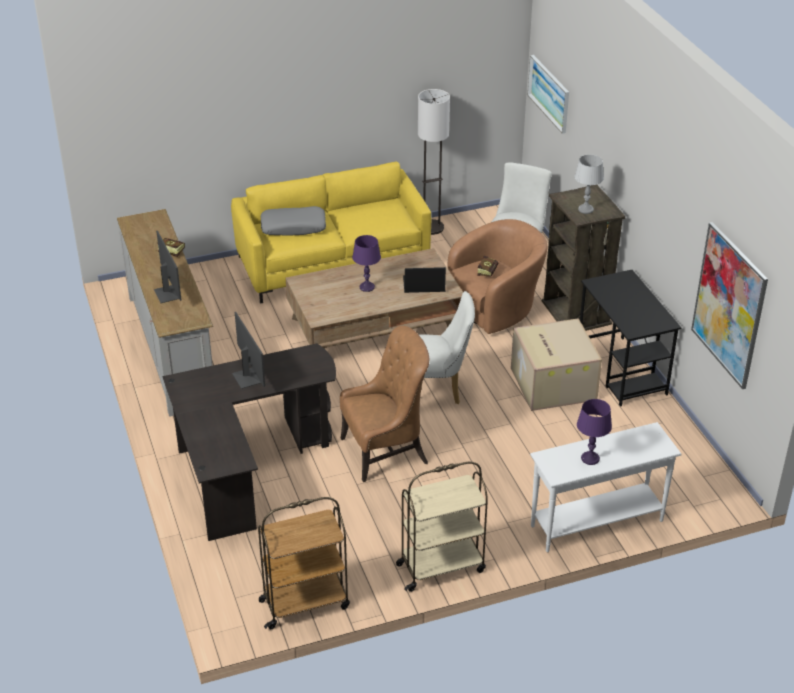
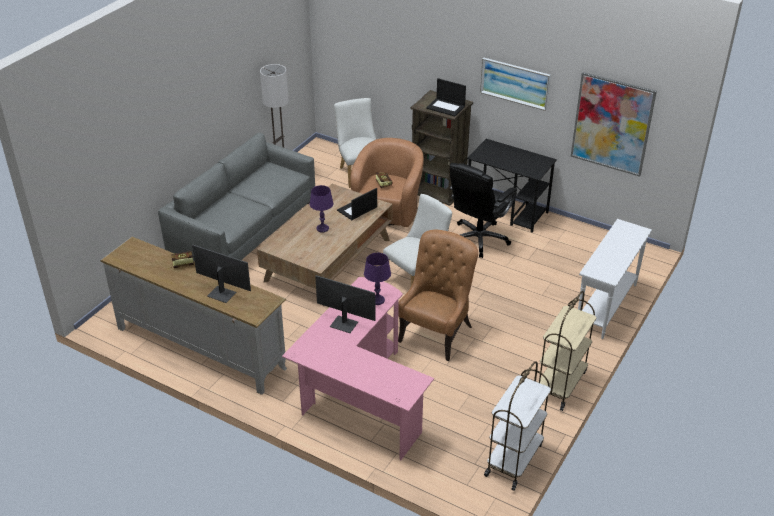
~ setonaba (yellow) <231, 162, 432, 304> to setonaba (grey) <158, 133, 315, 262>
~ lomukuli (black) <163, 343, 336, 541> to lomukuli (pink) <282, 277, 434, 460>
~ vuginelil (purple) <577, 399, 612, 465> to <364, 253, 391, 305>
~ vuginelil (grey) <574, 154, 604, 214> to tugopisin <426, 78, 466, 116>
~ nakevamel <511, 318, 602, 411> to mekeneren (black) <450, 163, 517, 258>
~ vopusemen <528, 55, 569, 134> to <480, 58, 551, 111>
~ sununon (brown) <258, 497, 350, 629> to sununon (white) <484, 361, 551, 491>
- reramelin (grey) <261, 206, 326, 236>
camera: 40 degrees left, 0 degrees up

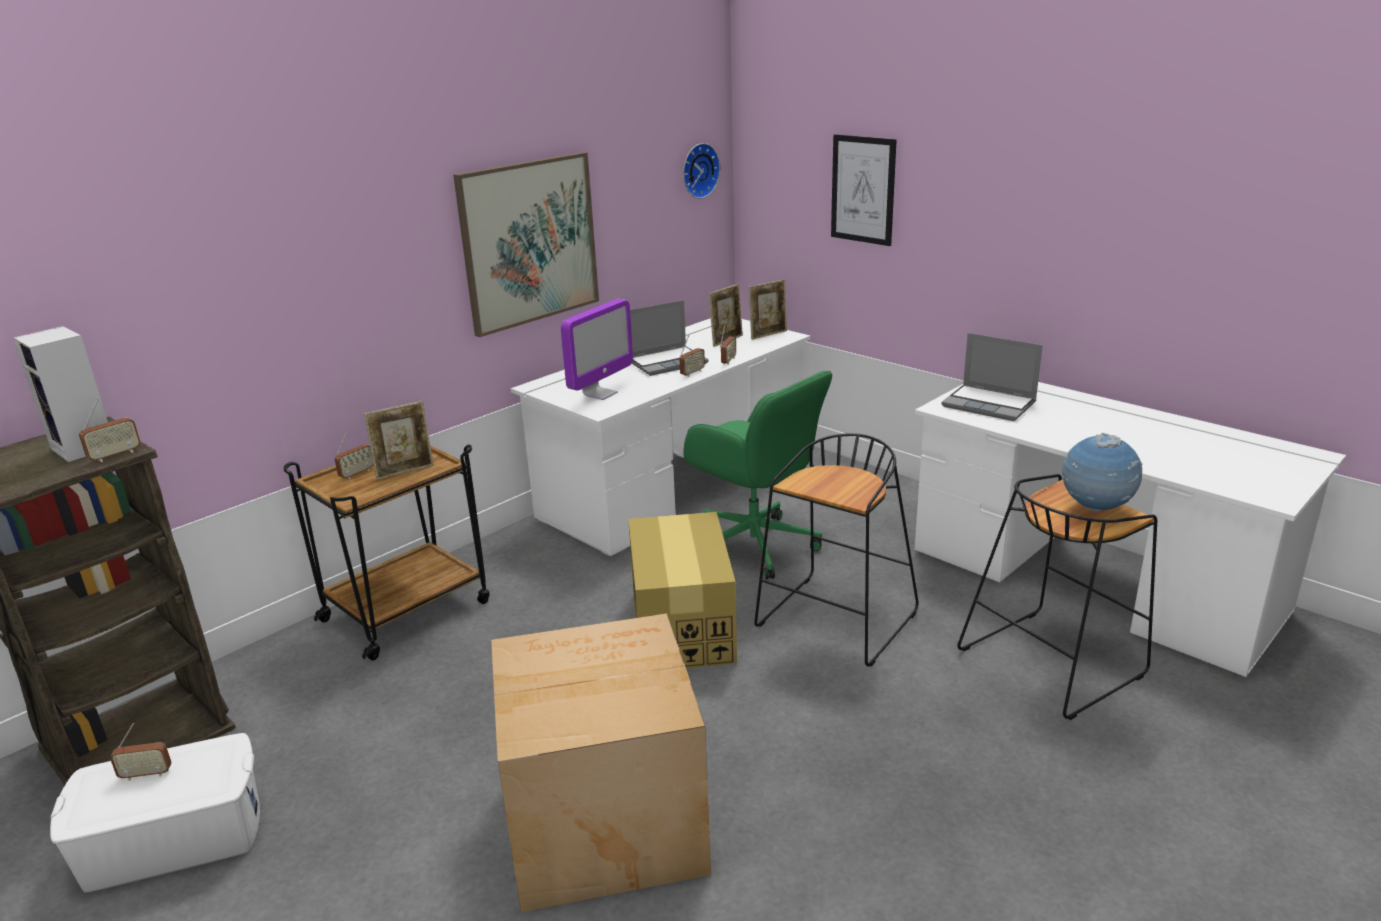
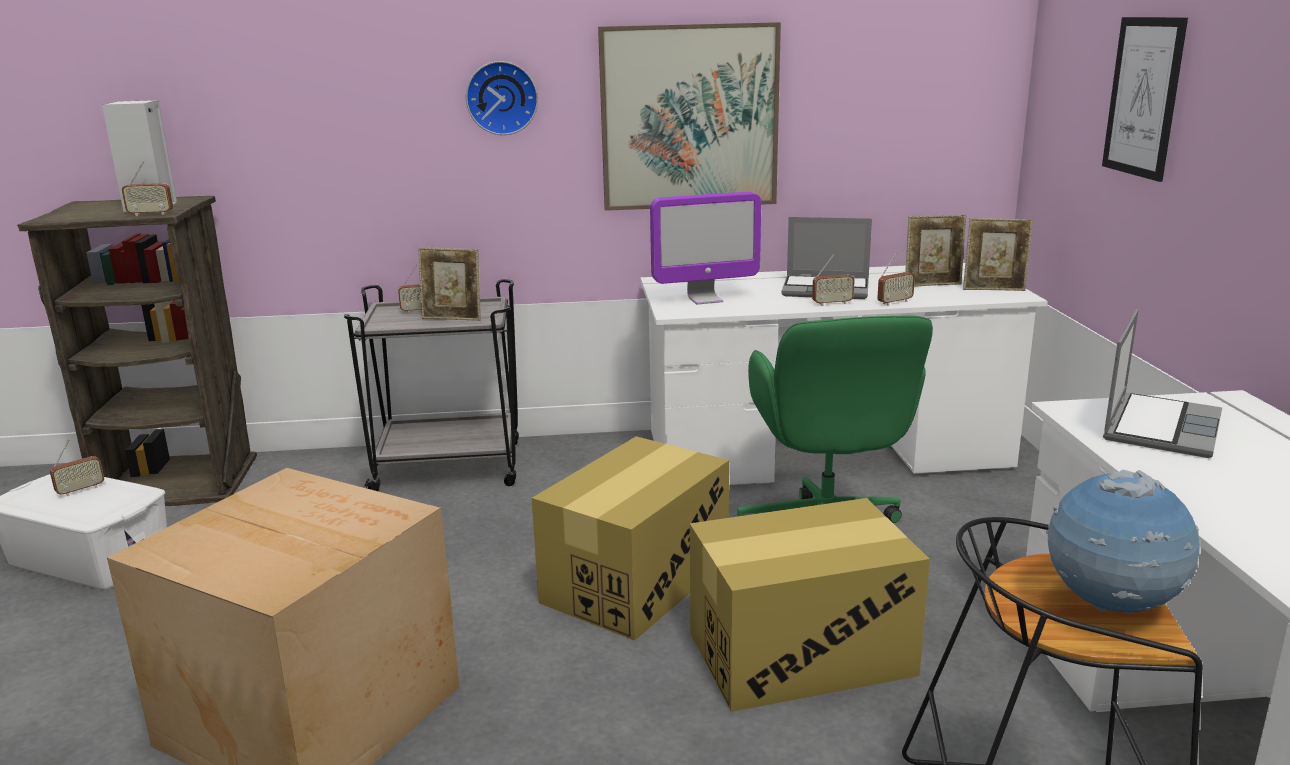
~ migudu <110, 723, 172, 781> = <50, 440, 104, 496> 75 degrees counterclockwise
~ sununon (brown) <283, 444, 490, 660> to sununon (grey) <344, 279, 519, 491>
~ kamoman <683, 143, 720, 199> to <466, 61, 538, 135>
~ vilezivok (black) <754, 433, 919, 667> to nakevamel <690, 498, 930, 712>
~ tugopisin <942, 333, 1043, 421> = <1103, 309, 1222, 458> 135 degrees counterclockwise
camera: 40 degrees right, 5 degrees down

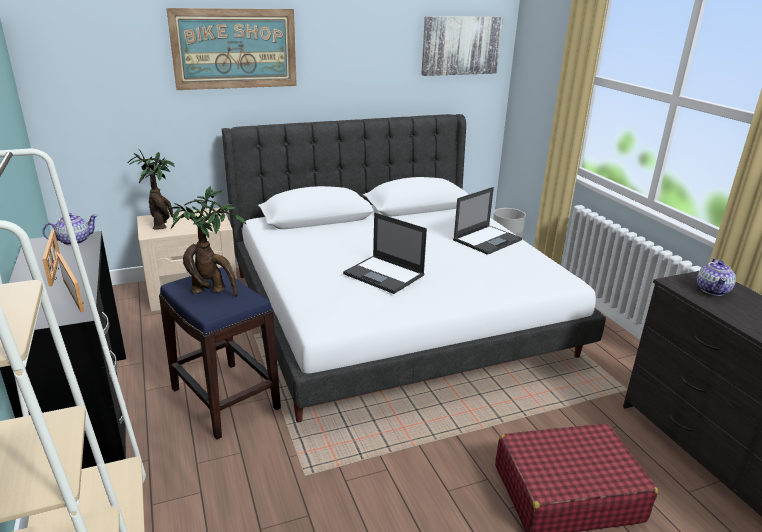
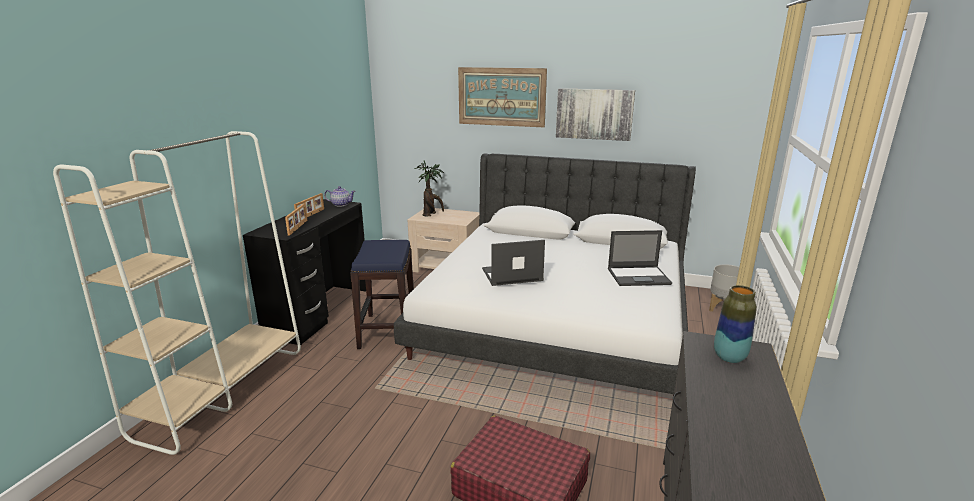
~ tugopisin <343, 212, 427, 294> = <482, 240, 545, 286> 90 degrees clockwise
~ vopusemen <421, 16, 503, 76> to <556, 88, 635, 141>
~ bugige <697, 258, 736, 296> to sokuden <714, 285, 757, 363>
- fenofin <167, 186, 246, 297>
camera: 40 degrees right, 5 degrees down

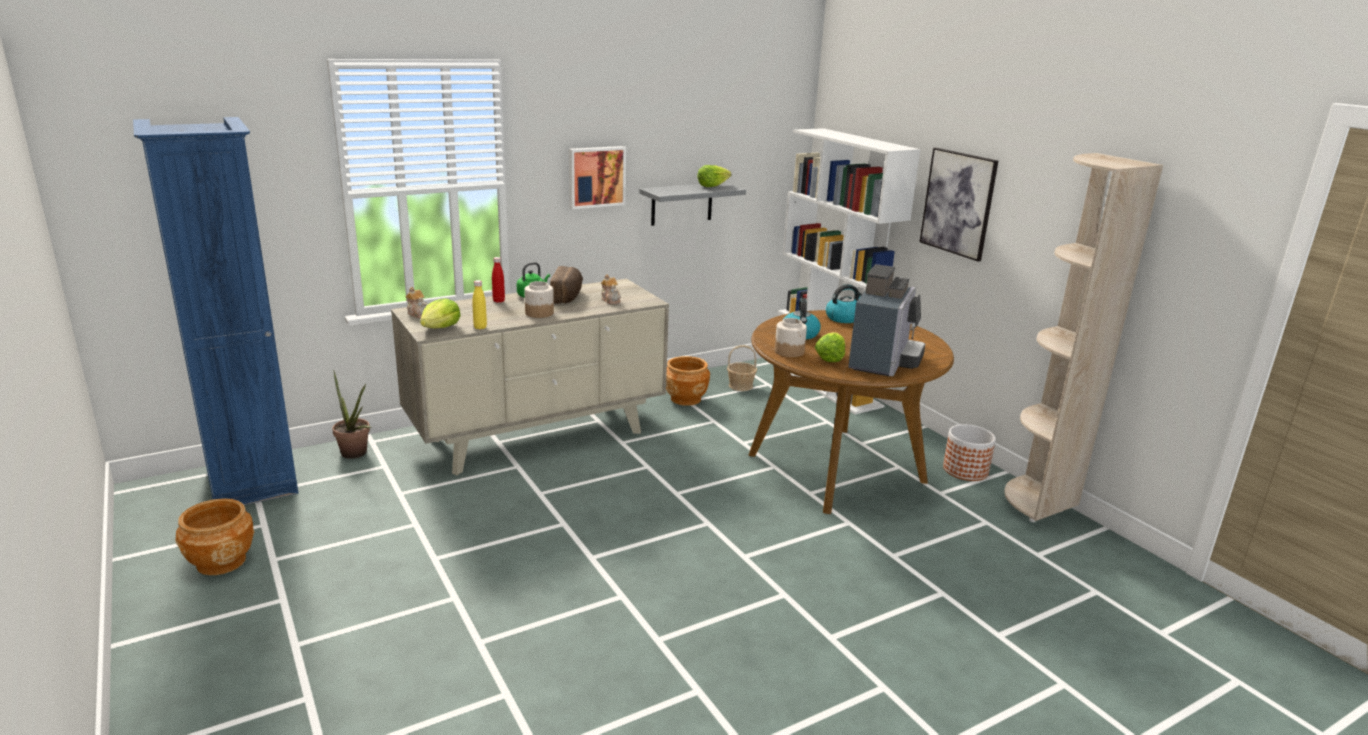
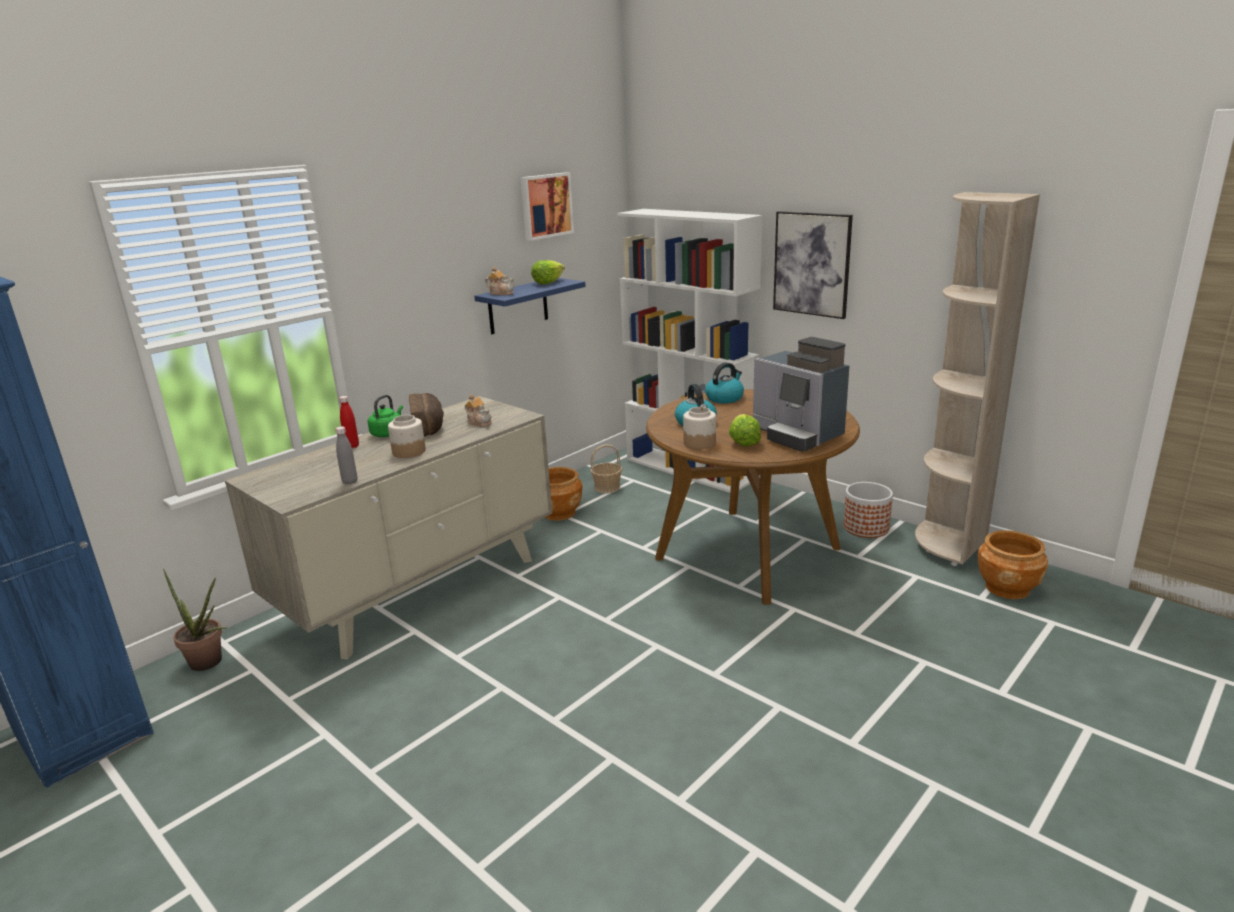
~ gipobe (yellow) <472, 280, 487, 330> to gipobe (grey) <335, 426, 357, 484>
~ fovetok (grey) <639, 182, 746, 226> to fovetok (blue) <474, 278, 586, 334>
~ bugige <406, 287, 428, 319> to <485, 267, 514, 295>
~ vopusemen <569, 146, 626, 209> to <521, 172, 574, 241>
~ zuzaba <848, 264, 925, 377> = <753, 337, 849, 452> 135 degrees clockwise
~ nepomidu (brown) <175, 498, 255, 575> to <978, 530, 1048, 599>
- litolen <420, 298, 461, 328>
camera: 15 degrees left, 0 degrees up

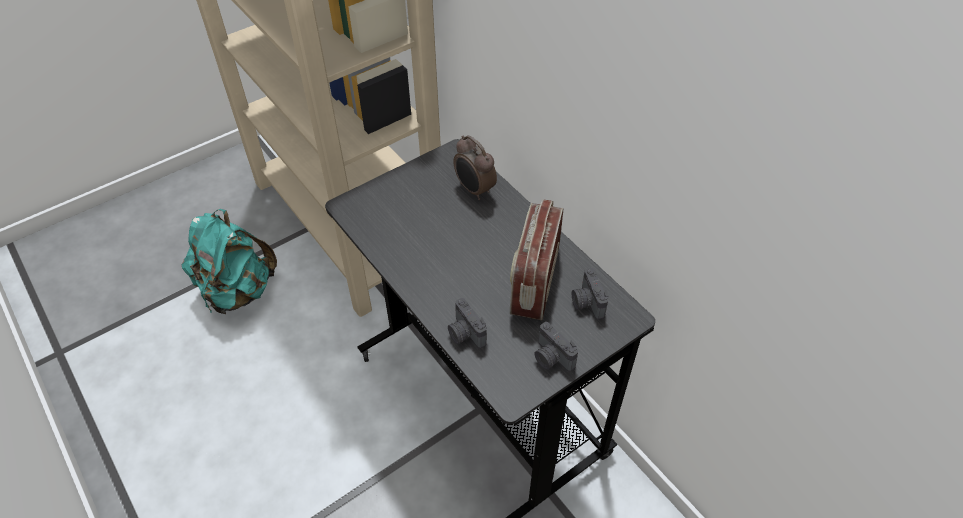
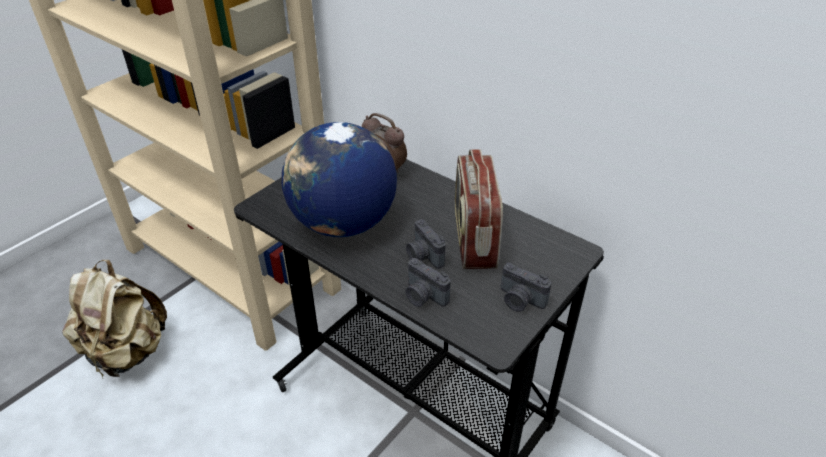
~ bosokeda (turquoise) <182, 209, 277, 314> to bosokeda (beige) <62, 260, 167, 378>
+ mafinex <282, 122, 397, 237>
~ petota <572, 268, 608, 320> to <406, 219, 446, 269>
camera: 15 degrees left, 10 degrees down

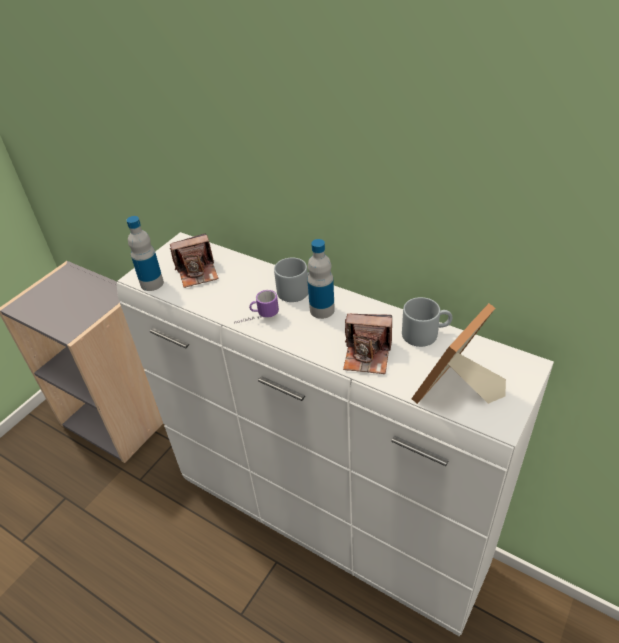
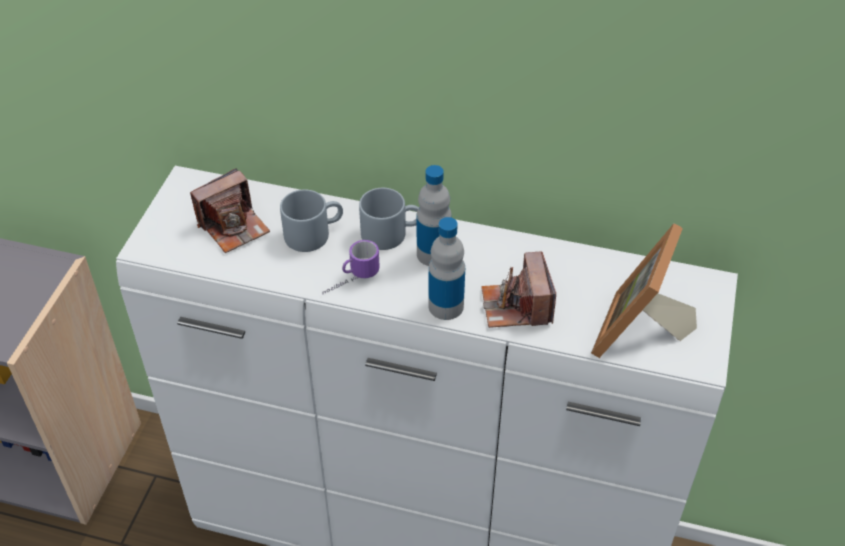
~ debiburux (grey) <402, 297, 452, 347> to <280, 189, 343, 252>
~ gipobe <126, 216, 164, 291> to <428, 217, 465, 320>
~ petota <343, 314, 392, 374> = <481, 252, 556, 328> 90 degrees clockwise
camera: 20 degrees left, 5 degrees up

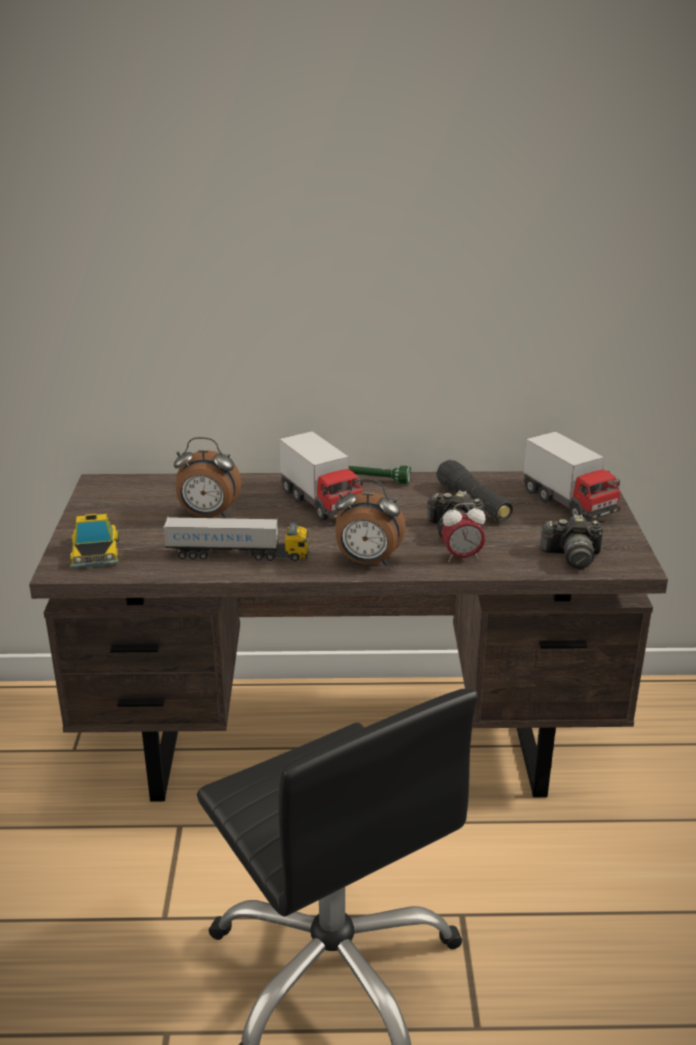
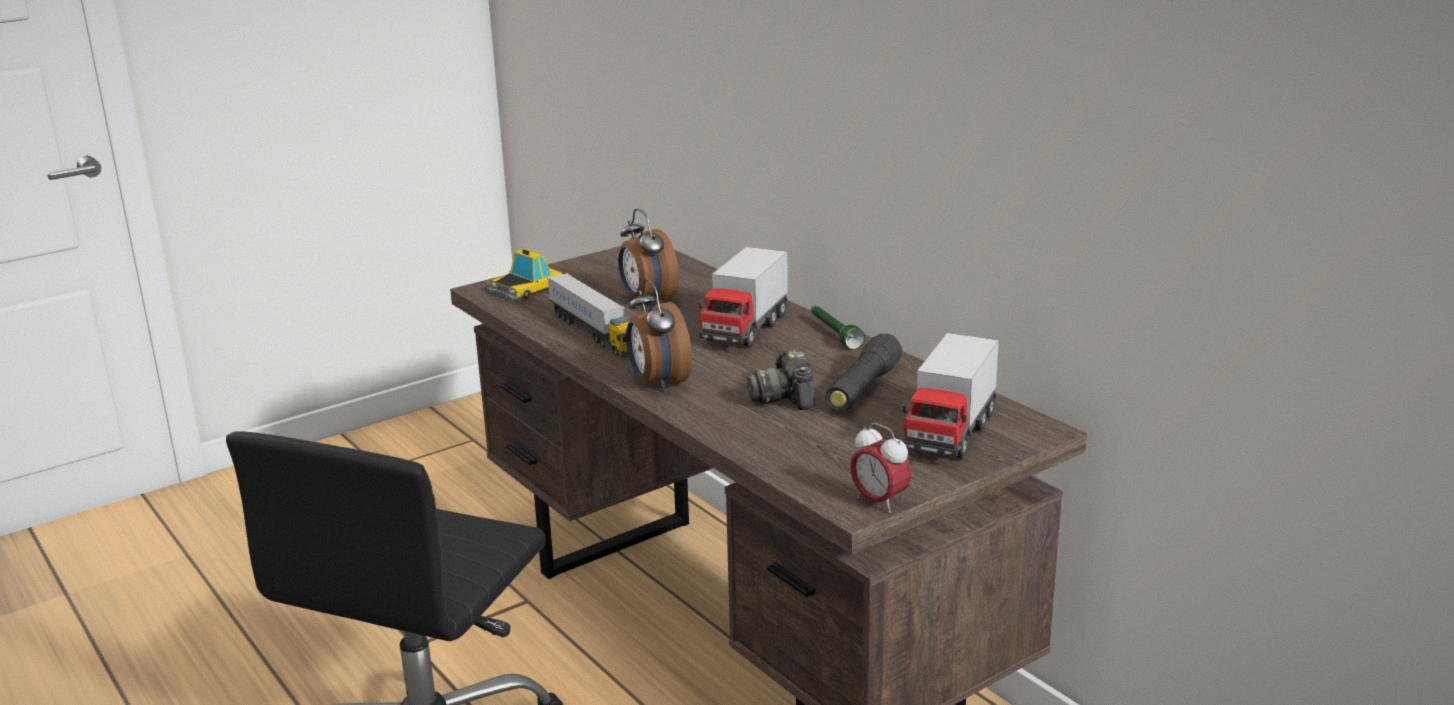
~ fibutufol <441, 503, 486, 562> to <850, 423, 911, 513>
- petota <540, 514, 603, 569>
camera: 55 degrees right, 5 degrees down

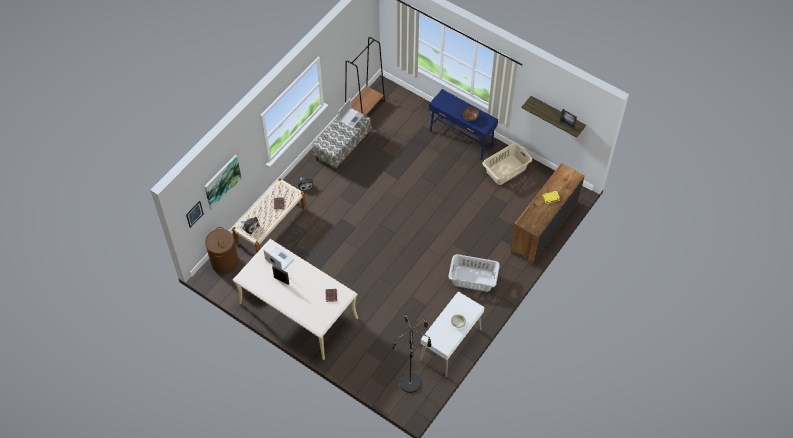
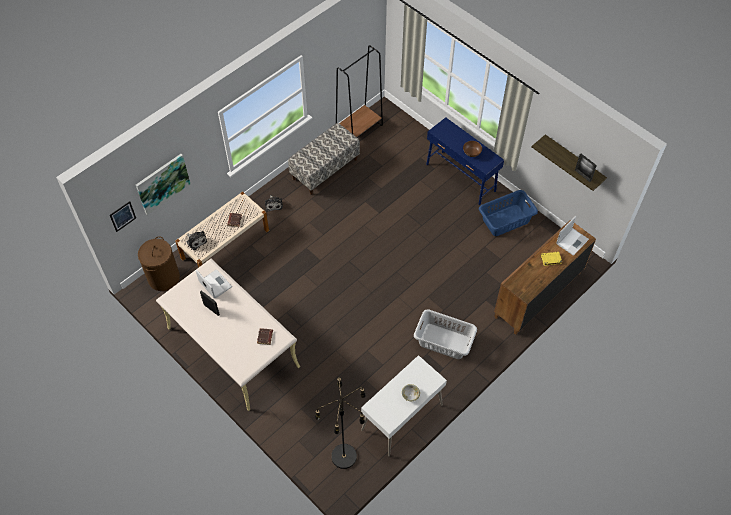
~ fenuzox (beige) <482, 142, 532, 185> to fenuzox (blue) <479, 190, 538, 236>
~ tugopisin <338, 98, 364, 129> to <556, 216, 589, 256>
camera: 10 degrees right, 0 degrees up

